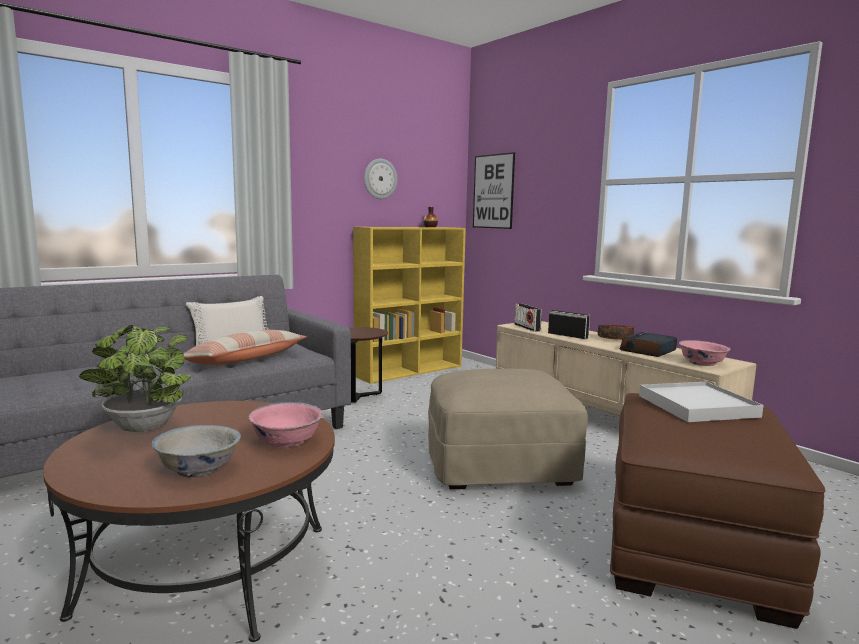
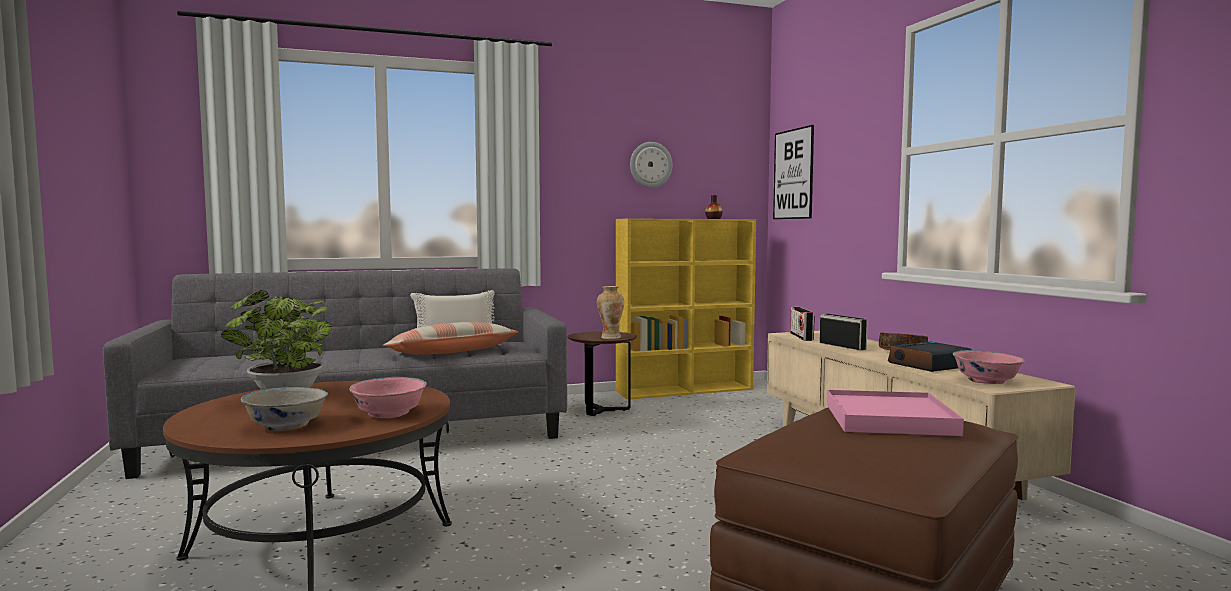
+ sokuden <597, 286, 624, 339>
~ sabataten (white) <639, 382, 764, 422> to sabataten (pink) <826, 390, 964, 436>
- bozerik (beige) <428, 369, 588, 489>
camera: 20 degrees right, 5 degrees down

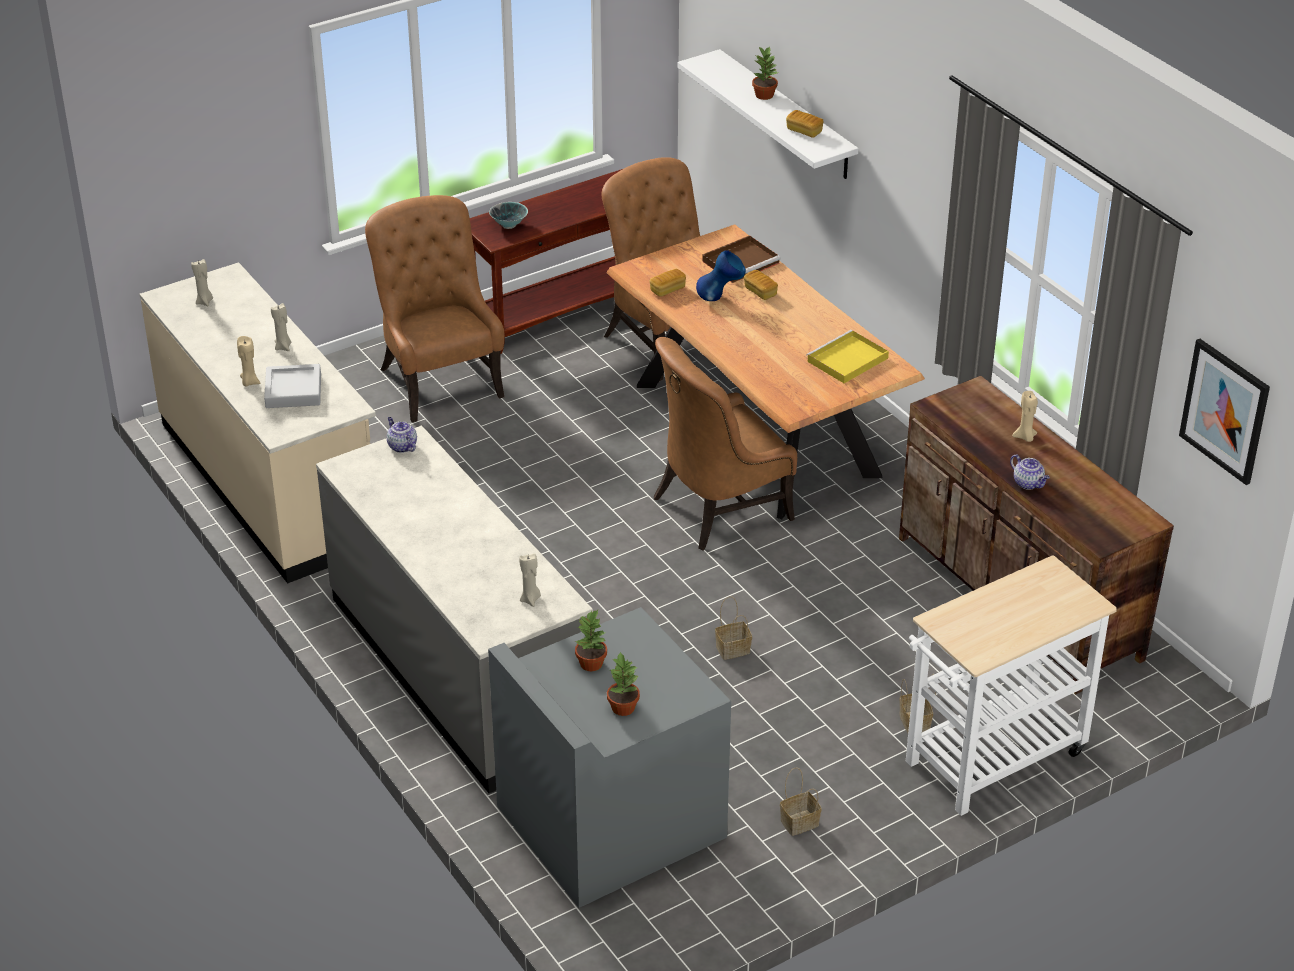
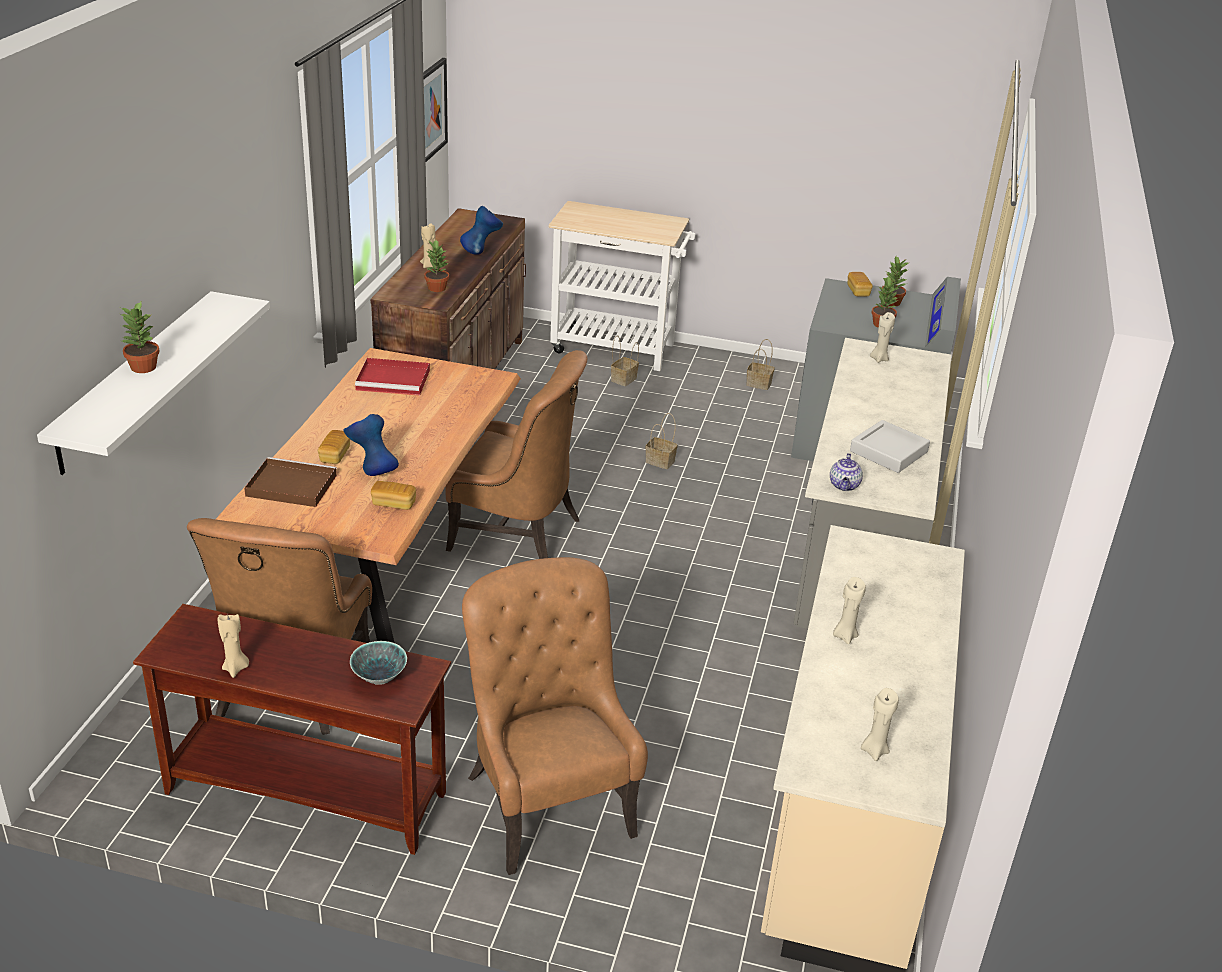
~ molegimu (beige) <237, 336, 260, 387> to <218, 614, 249, 678>
~ sabataten (yellow) <806, 330, 889, 383> to sabataten (red) <355, 358, 430, 396>
+ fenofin <424, 240, 449, 292>
~ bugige <1010, 455, 1050, 490> to sokuden (blue) <460, 206, 503, 255>
~ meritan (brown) <365, 195, 504, 422> = <462, 557, 648, 875> 135 degrees clockwise
~ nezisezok <786, 110, 824, 138> to <848, 272, 873, 296>
~ sabataten (grey) <264, 364, 321, 408> to <850, 420, 930, 473>
camera: 135 degrees left, 5 degrees down

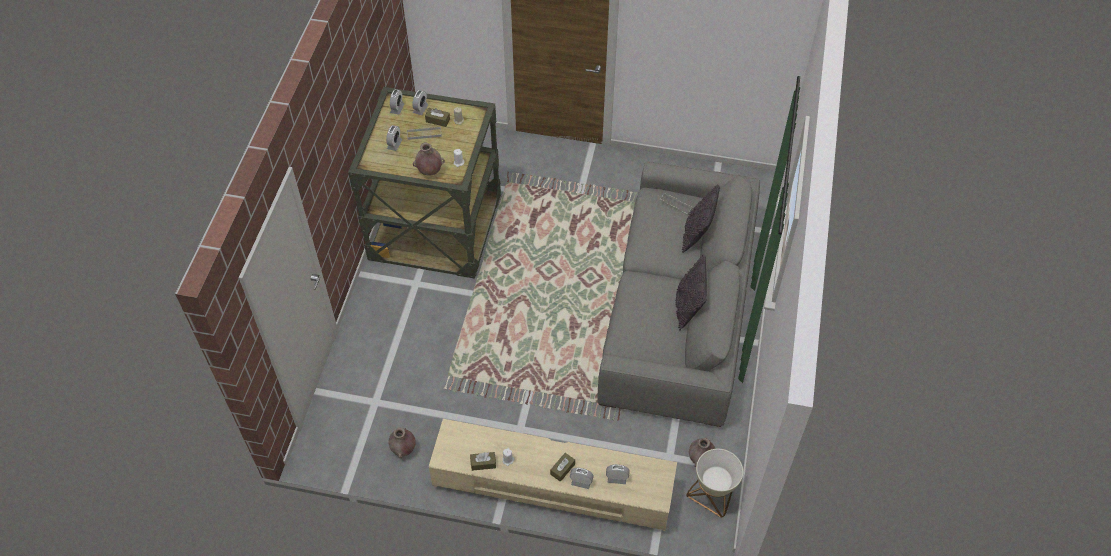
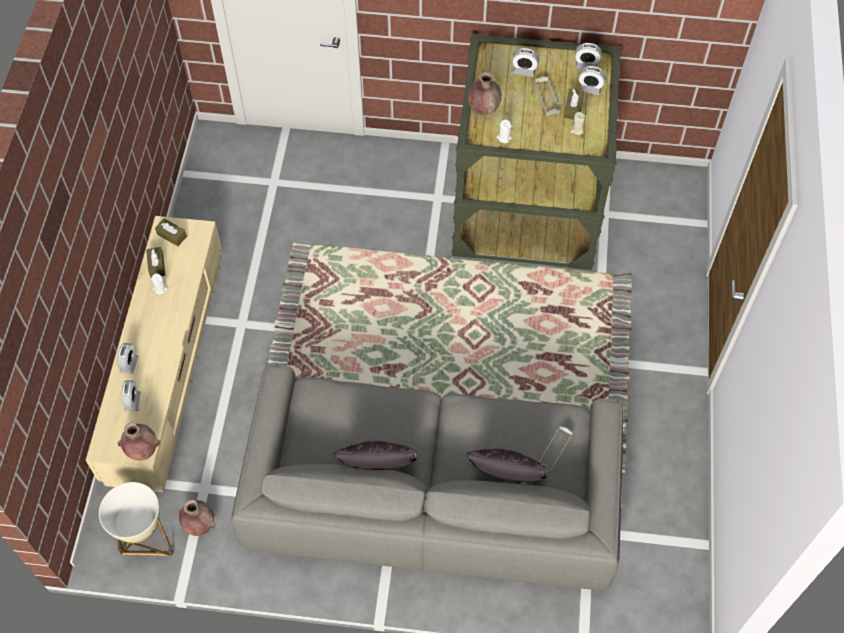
~ sokuden (brown) <388, 427, 416, 458> to <118, 422, 161, 460>
~ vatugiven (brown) <550, 453, 575, 482> to <155, 218, 187, 246>
camera: 85 degrees right, 5 degrees up

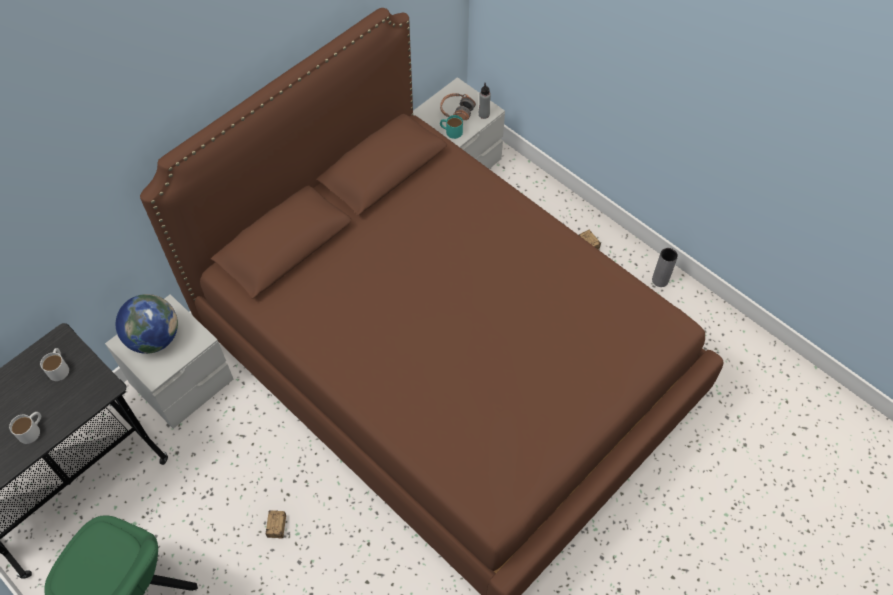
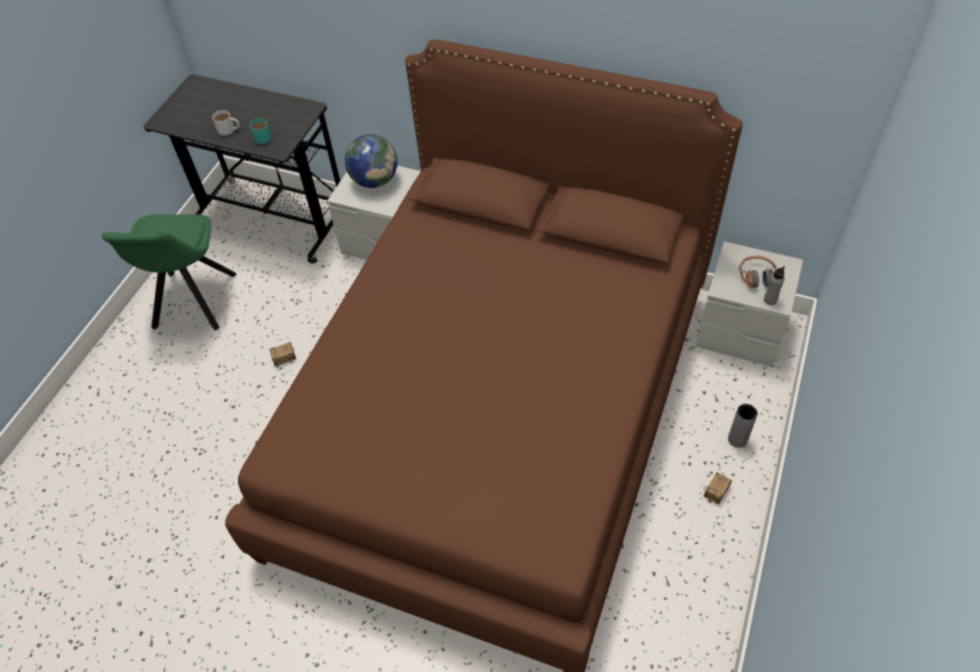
~ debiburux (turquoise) <440, 115, 463, 139> to <249, 118, 272, 144>
~ sokuden (grey) <652, 248, 678, 287> to <728, 404, 758, 448>
- debiburux (white) <40, 348, 69, 381>
camera: 70 degrees right, 5 degrees down

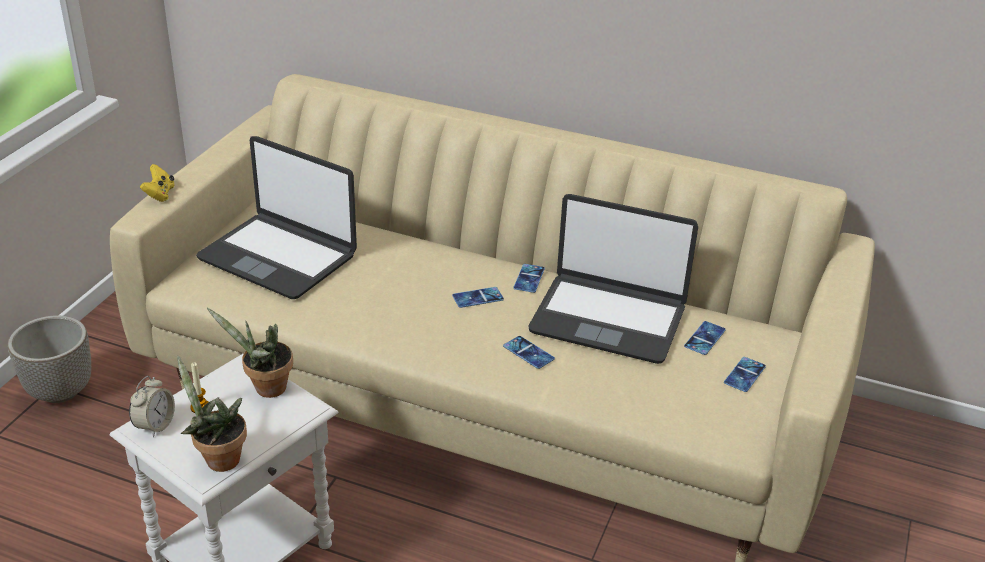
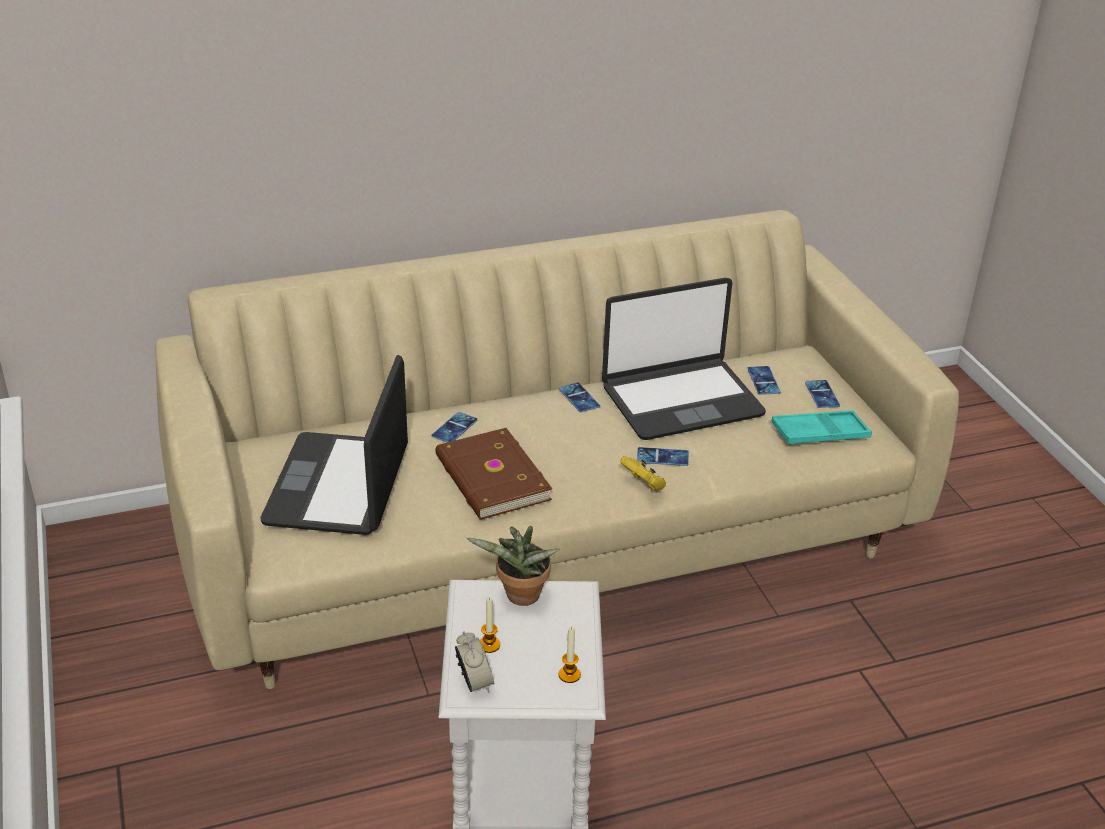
~ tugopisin <196, 136, 357, 299> = <260, 355, 408, 535> 105 degrees clockwise
~ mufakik <452, 287, 504, 308> to <431, 412, 478, 442>
+ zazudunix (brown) <435, 428, 552, 520>
~ fenofin <177, 356, 247, 472> to molegimu <559, 627, 581, 683>
~ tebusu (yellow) <140, 164, 175, 202> to <620, 456, 666, 490>
+ sabataten (turquoise) <771, 410, 872, 445>
- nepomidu <8, 315, 91, 403>
camera: 40 degrees left, 0 degrees up

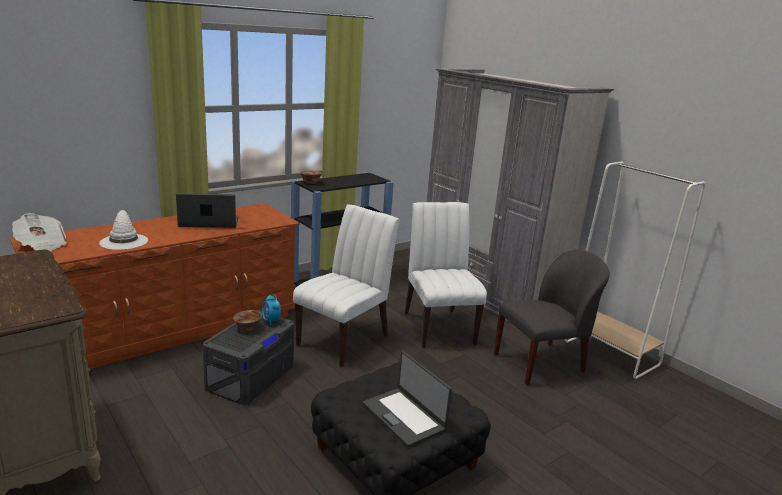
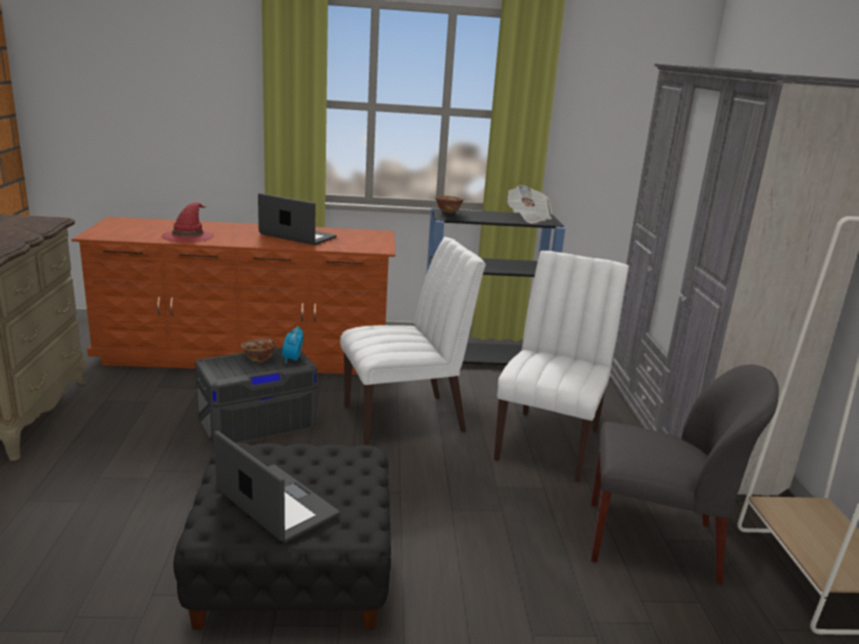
~ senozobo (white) <99, 210, 148, 250> to senozobo (red) <161, 202, 214, 242>
~ tugopisin <363, 351, 452, 447> = <214, 431, 340, 543> 135 degrees clockwise
~ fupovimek <12, 213, 67, 252> to <507, 185, 552, 223>
camera: 35 degrees right, 0 degrees up

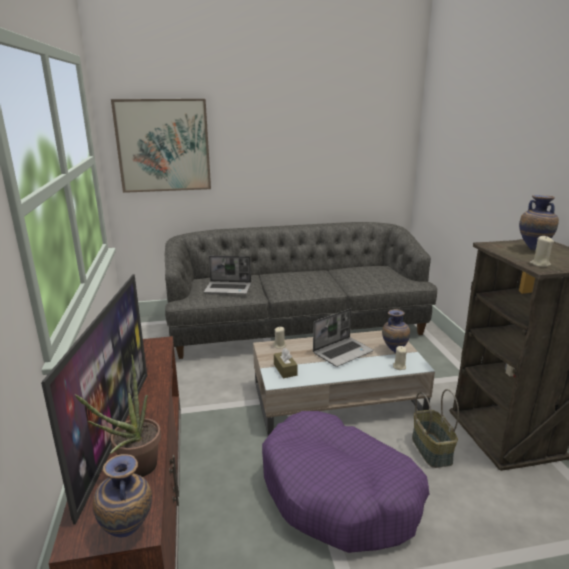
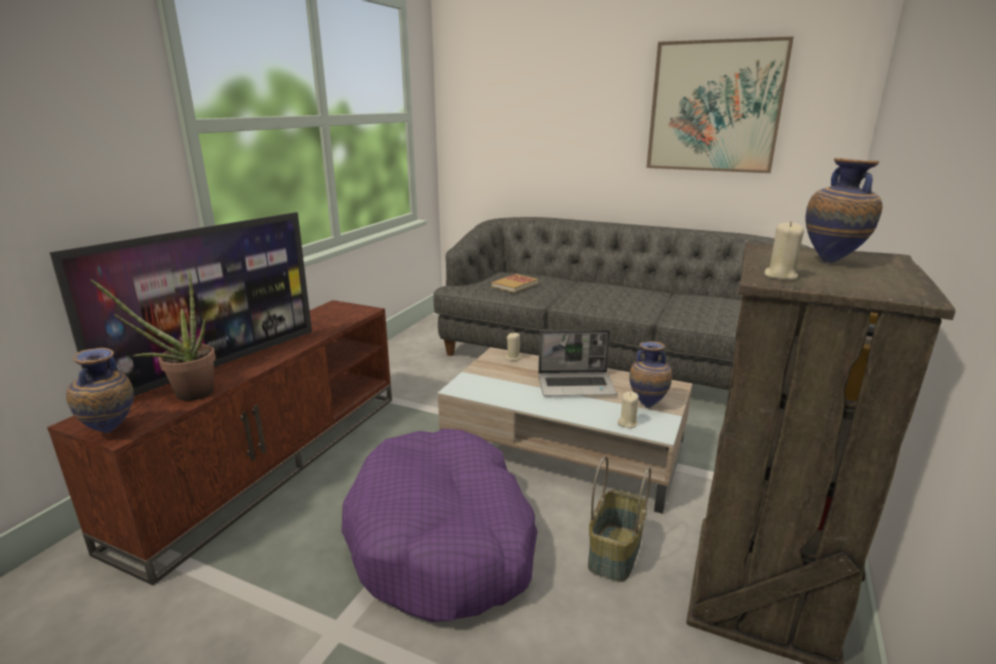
~ tugopisin <204, 255, 251, 294> to zazudunix <491, 274, 538, 293>
~ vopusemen <111, 99, 211, 193> to <646, 37, 794, 173>
- vatugiven (brown) <274, 348, 298, 378>
camera: 35 degrees right, 0 degrees up

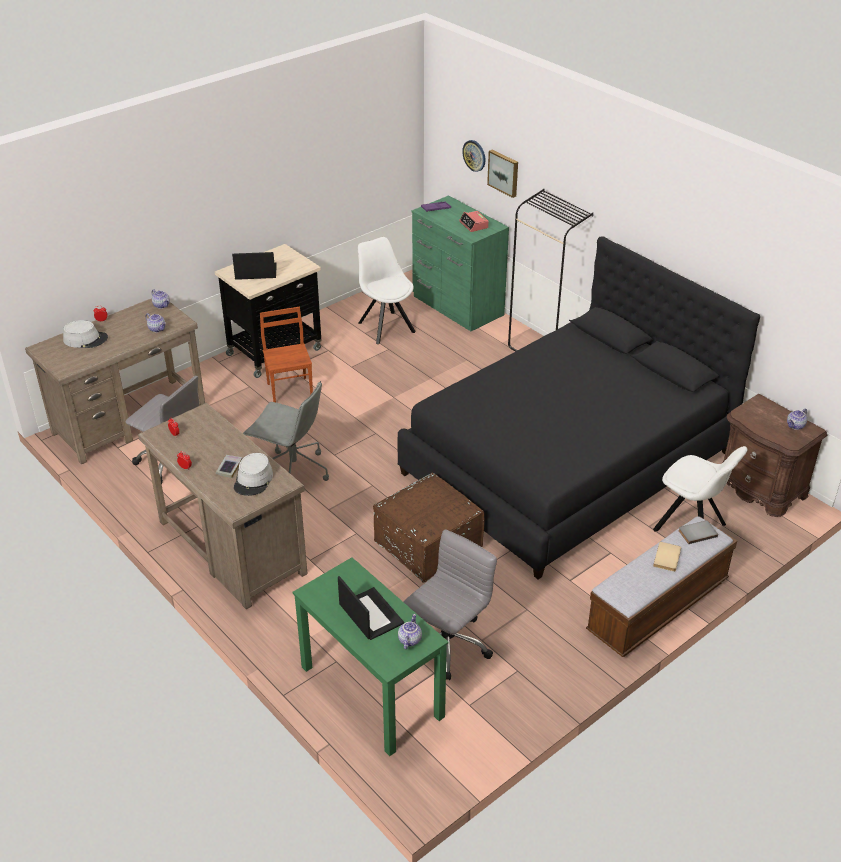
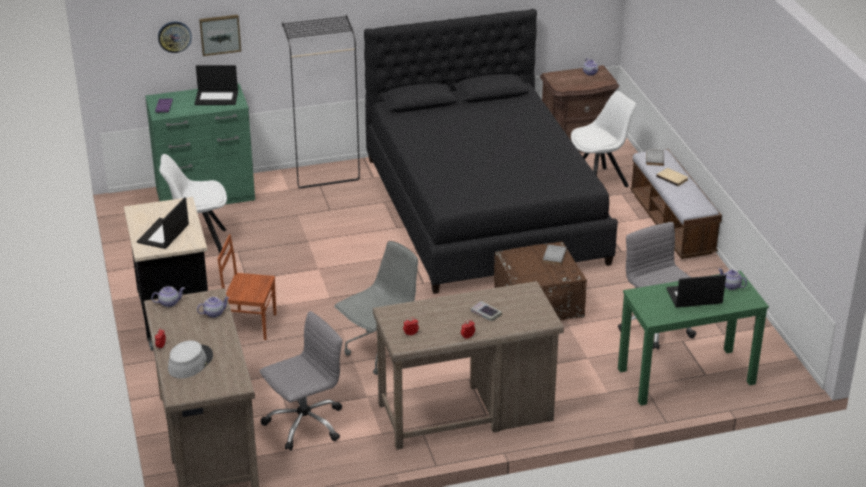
~ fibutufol <459, 211, 489, 232> to tugopisin <194, 65, 238, 105>
+ zazudunix (grey) <543, 245, 567, 265>
- senozobo (grey) <234, 453, 273, 496>
camera: 65 degrees left, 5 degrees down

